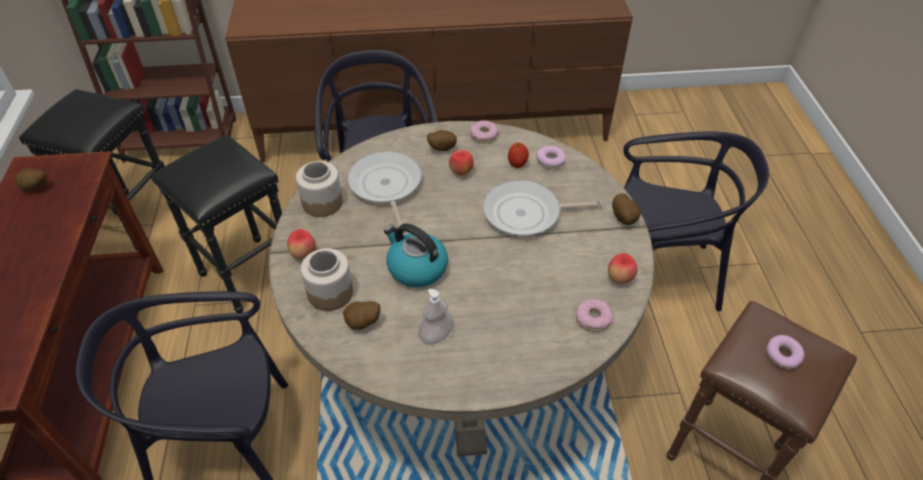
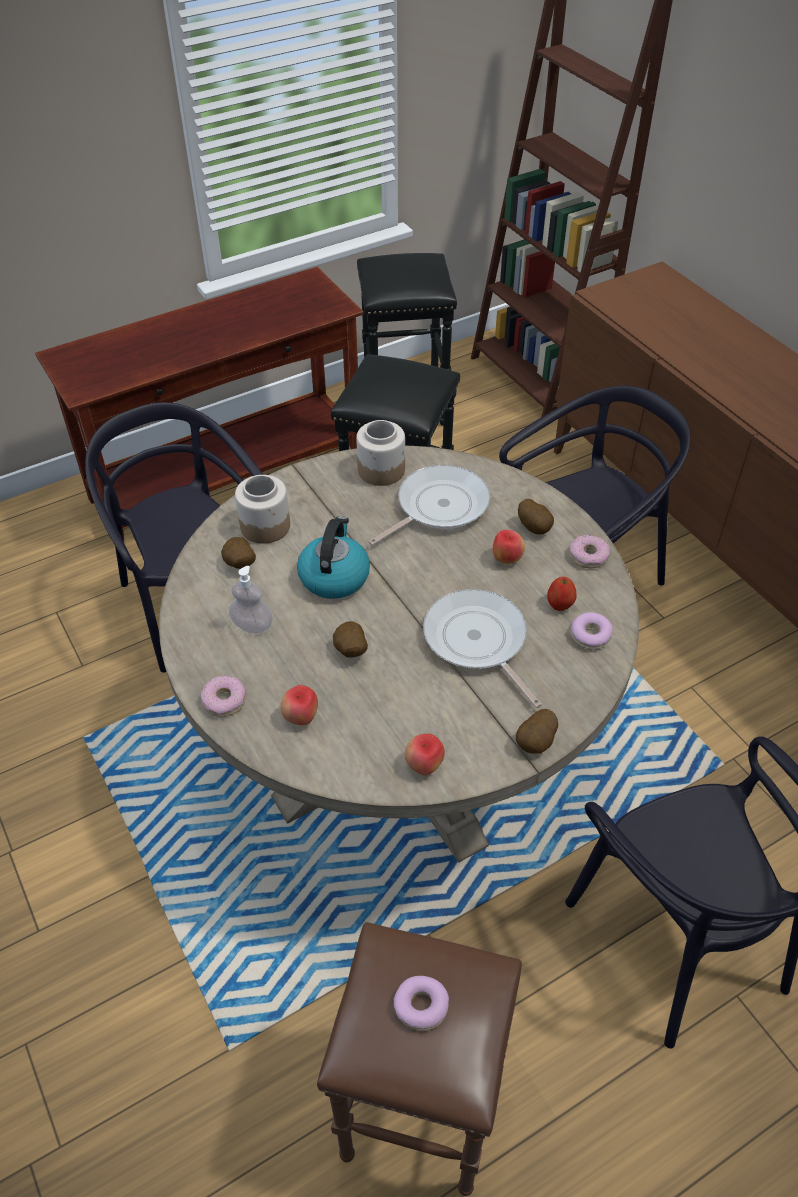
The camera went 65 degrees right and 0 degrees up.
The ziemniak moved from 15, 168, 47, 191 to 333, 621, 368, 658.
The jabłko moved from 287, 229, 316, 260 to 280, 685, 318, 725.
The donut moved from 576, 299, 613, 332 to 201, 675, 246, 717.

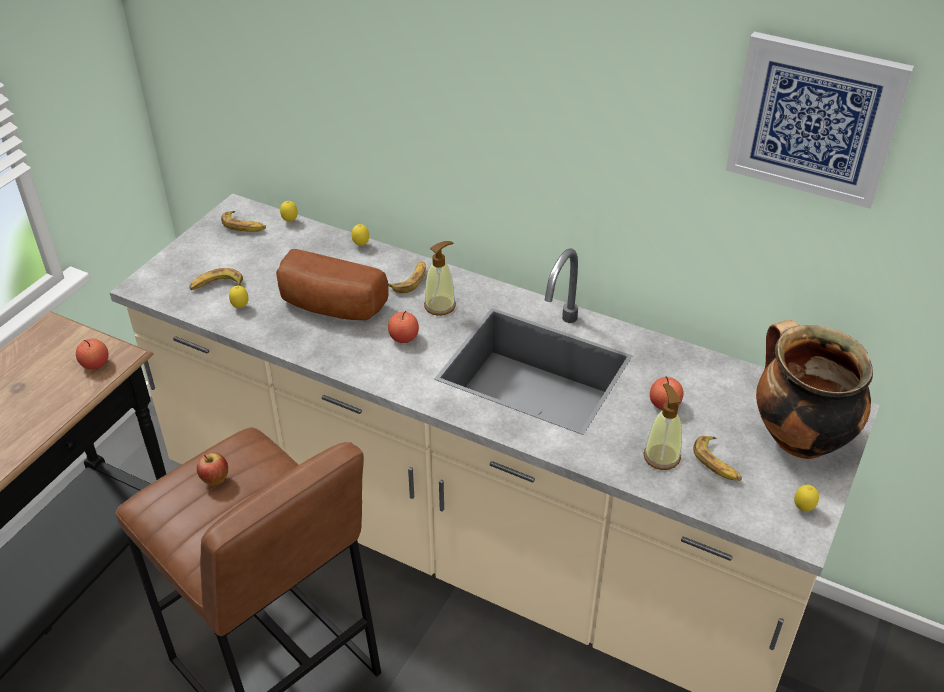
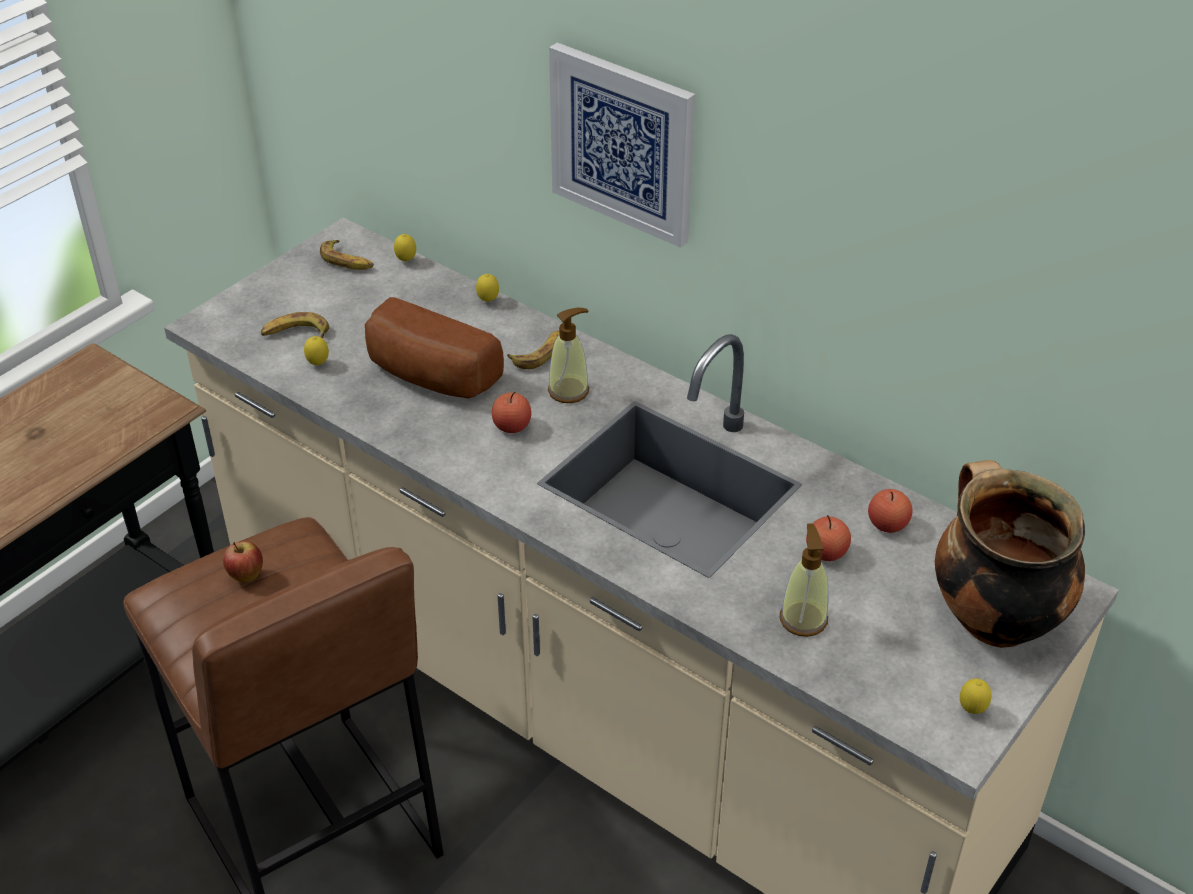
The camera went 10 degrees right and 0 degrees up.
The obraz moved from 726, 32, 914, 209 to 549, 43, 695, 248.
The jabłko moved from 76, 339, 109, 370 to 868, 489, 913, 533.
The banan at 693, 436, 742, 481 disappeared.

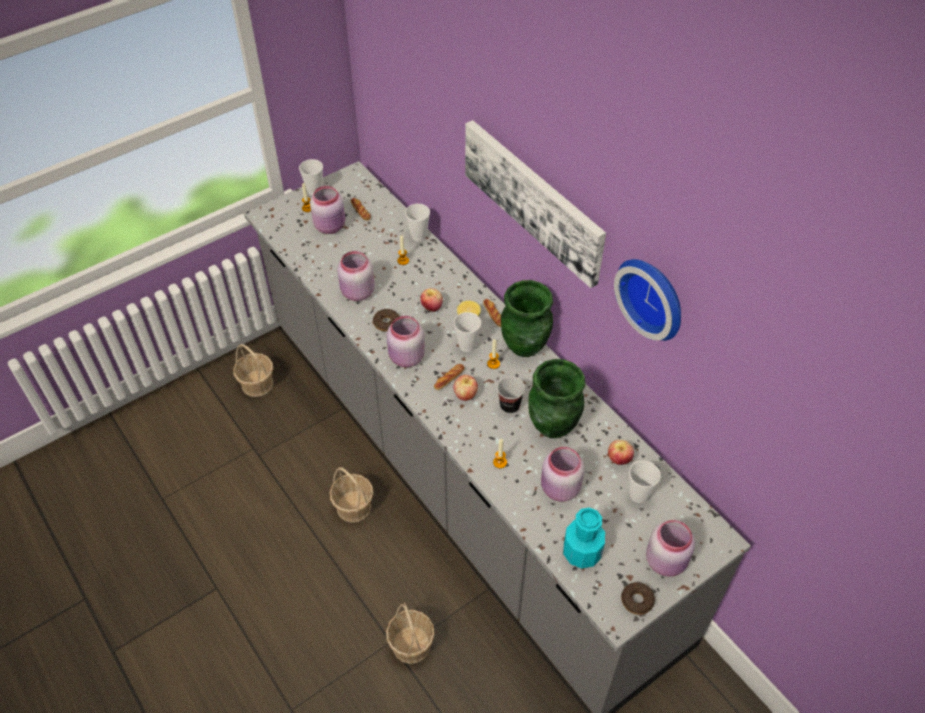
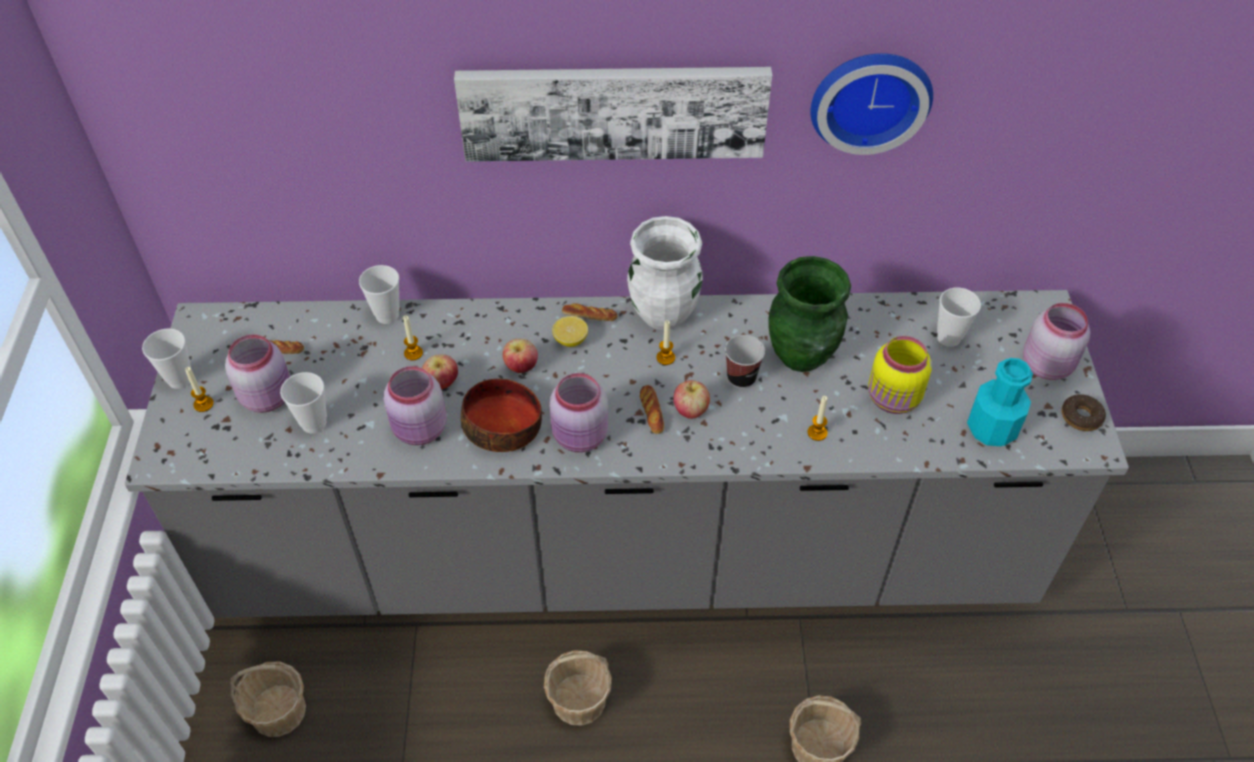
The camera went 55 degrees left and 0 degrees up.
The wazon/zielony at 501, 280, 553, 357 became the wazon/biały at 627, 216, 703, 330.
The donut at 373, 309, 399, 332 was replaced by the miska at 461, 378, 542, 452.
The filiżanka moved from 454, 312, 481, 352 to 280, 372, 327, 434.
The jabłko moved from 608, 440, 634, 465 to 422, 354, 458, 389.
The słoik/różowy at 541, 447, 585, 502 became the słoik/żółty at 868, 336, 932, 414.

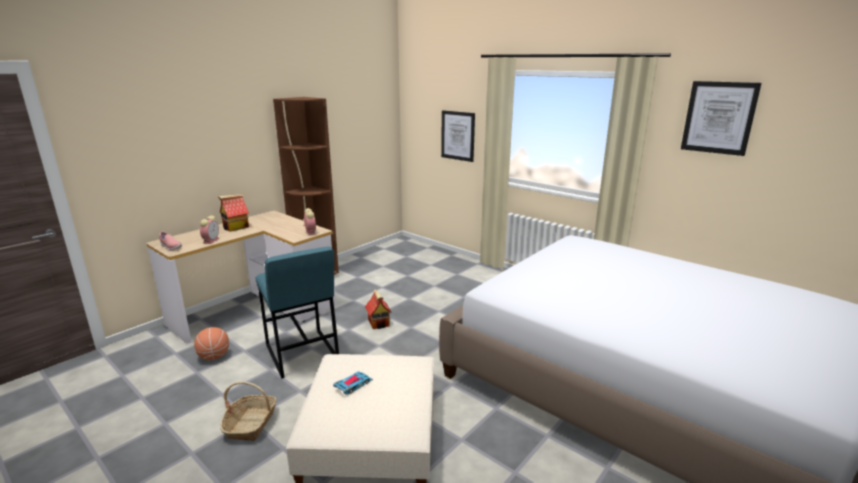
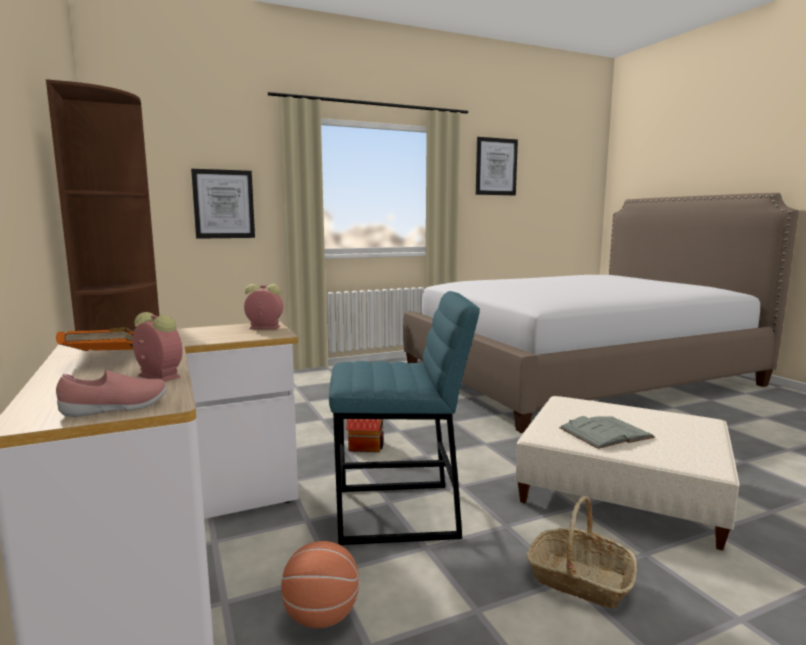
The camera went 65 degrees left and 10 degrees down.
The domek at 218, 194, 249, 232 was replaced by the książka/pomarańczowy at 56, 327, 135, 351.
The samochodzik at 333, 372, 373, 395 was replaced by the książka/szary at 559, 416, 655, 449.

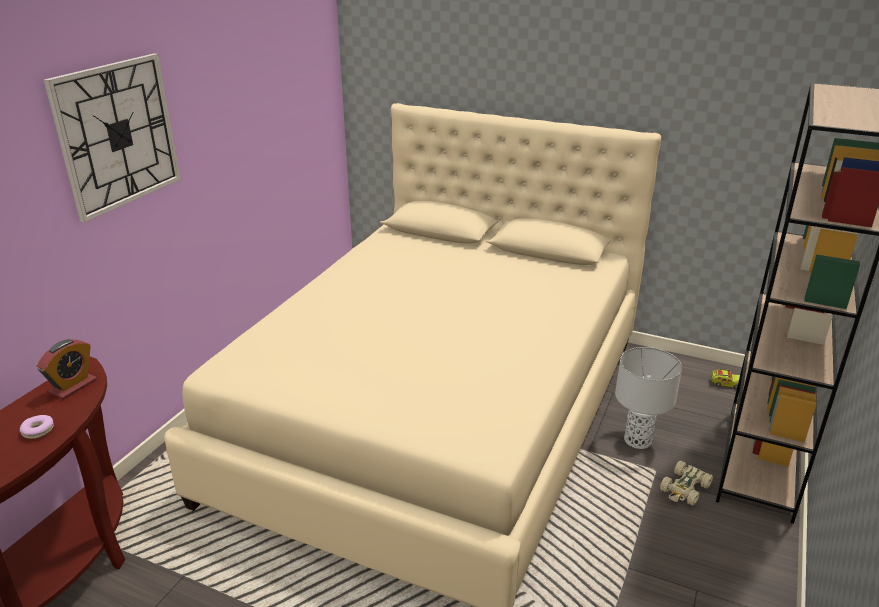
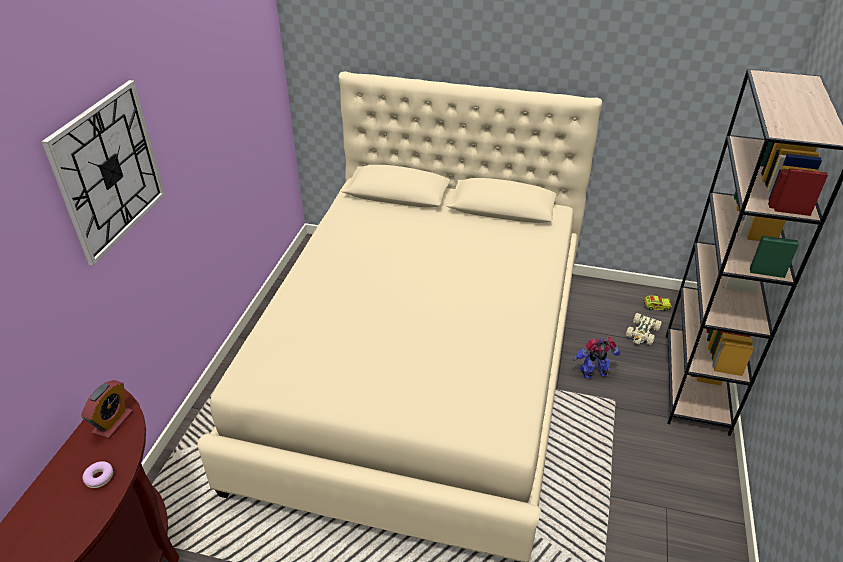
The camera went 10 degrees left and 10 degrees up.
The lampa stołowa/biały at 615, 347, 682, 449 was replaced by the robot zabawkowy at 573, 337, 620, 378.
The samochodzik/beżowy moved from 660, 461, 713, 506 to 626, 313, 662, 345.

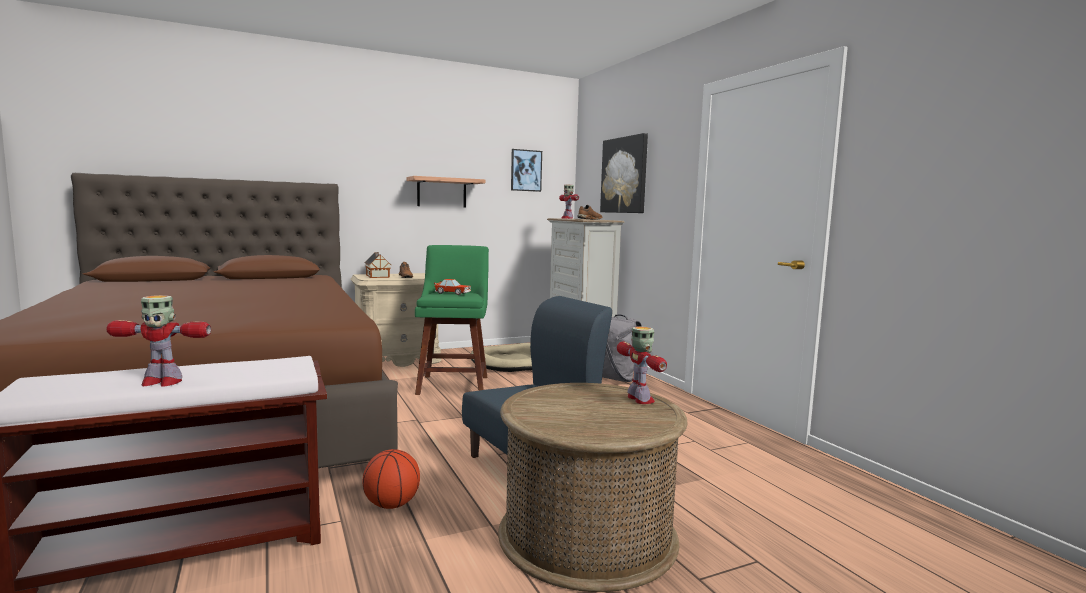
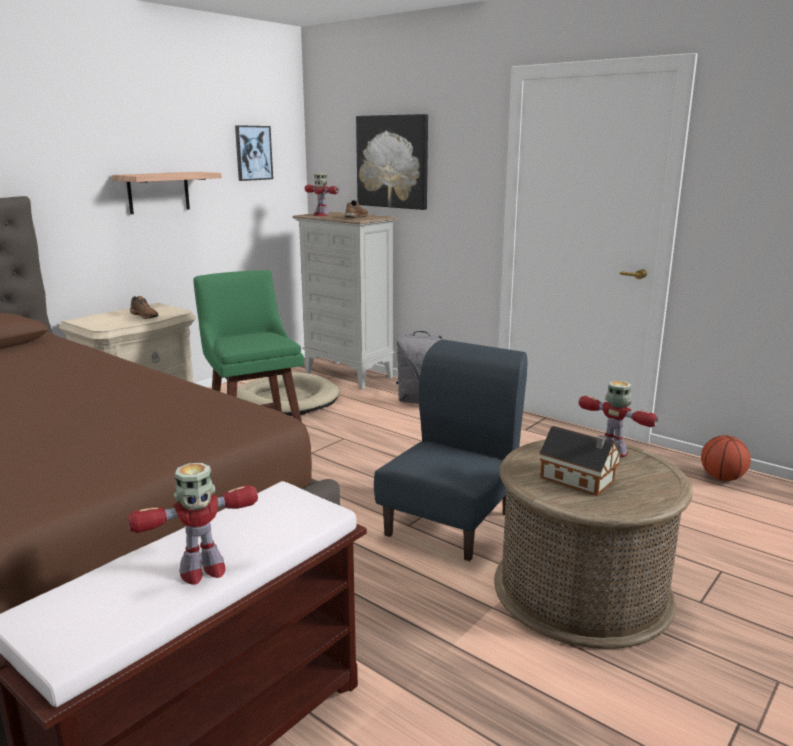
The camera went 25 degrees left and 10 degrees up.
The domek moved from 364, 252, 391, 278 to 539, 426, 621, 496.
The samochodzik at 434, 279, 471, 295 disappeared.
The piłka do koszykówki moved from 363, 449, 420, 509 to 701, 435, 751, 481.

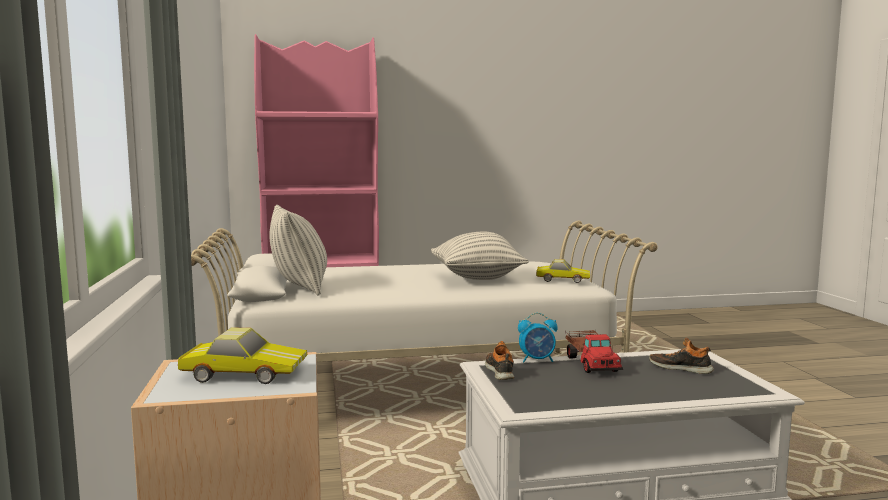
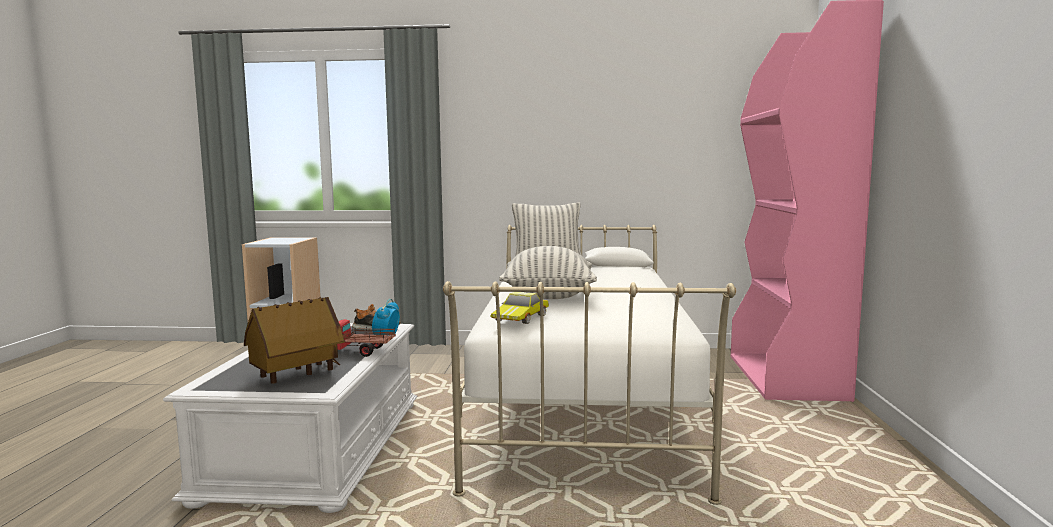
The camera went 105 degrees right and 0 degrees up.
The samochodzik at 178, 327, 307, 384 disappeared.
The but at 649, 338, 714, 374 was replaced by the domek at 244, 297, 344, 384.

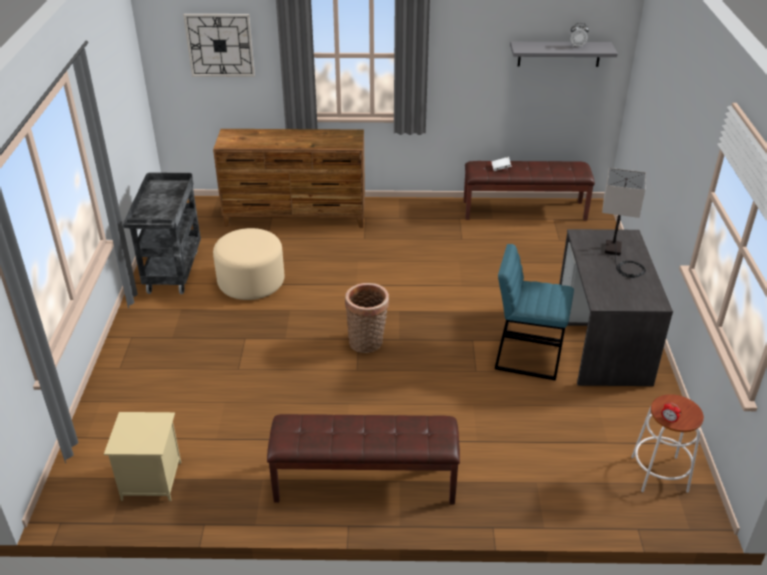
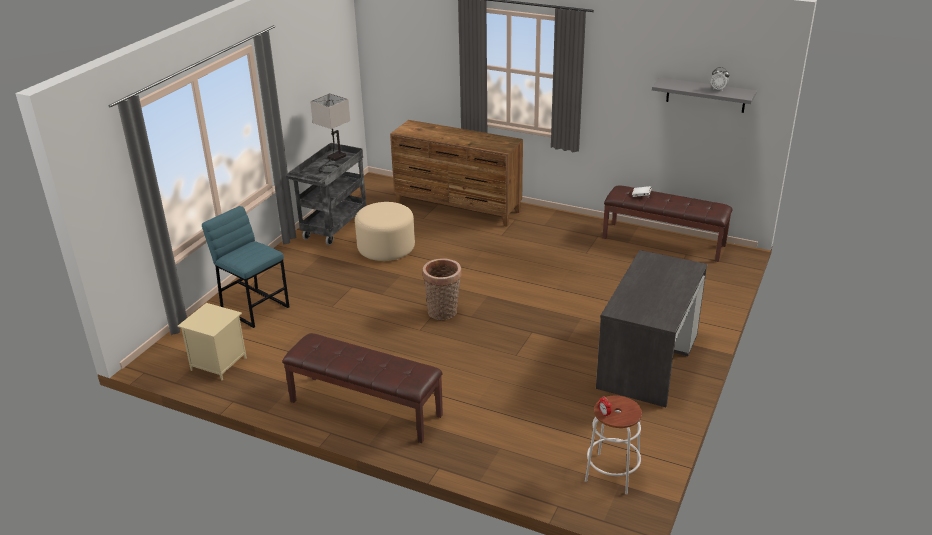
The camera went 25 degrees right and 5 degrees down.
The zegar ścienny at 183, 14, 255, 77 disappeared.
The lampa stołowa moved from 602, 168, 646, 279 to 310, 93, 350, 173.
The stołek/niebieski moved from 495, 244, 574, 381 to 202, 206, 289, 328.

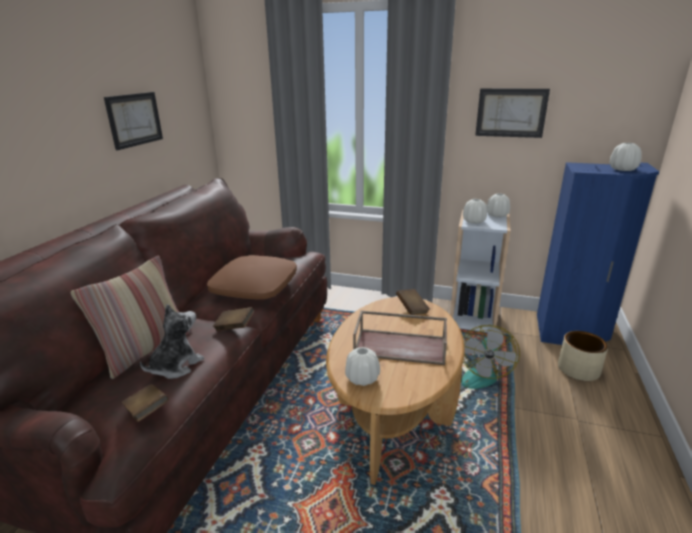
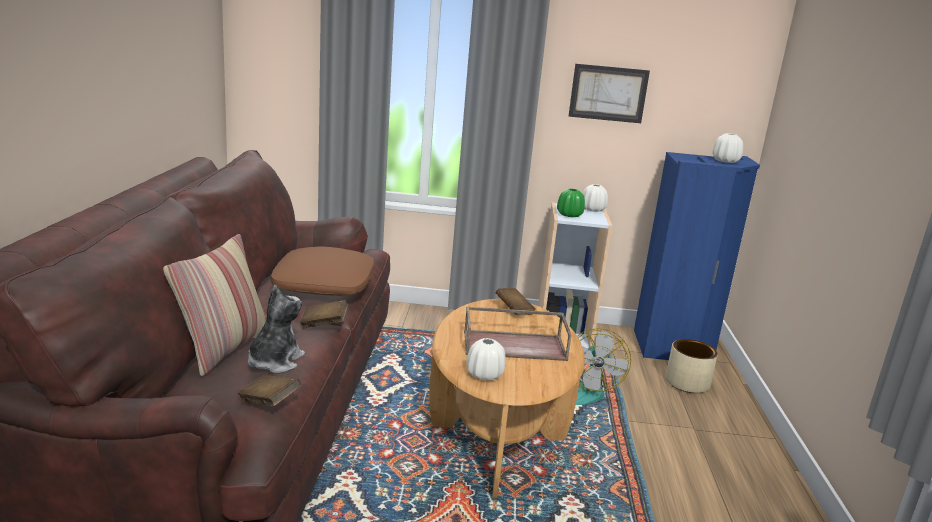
The camera went 15 degrees left and 5 degrees down.
The obraz at 104, 92, 163, 150 disappeared.
The wazon/biały at 463, 199, 487, 224 became the wazon/zielony at 557, 189, 585, 217.

